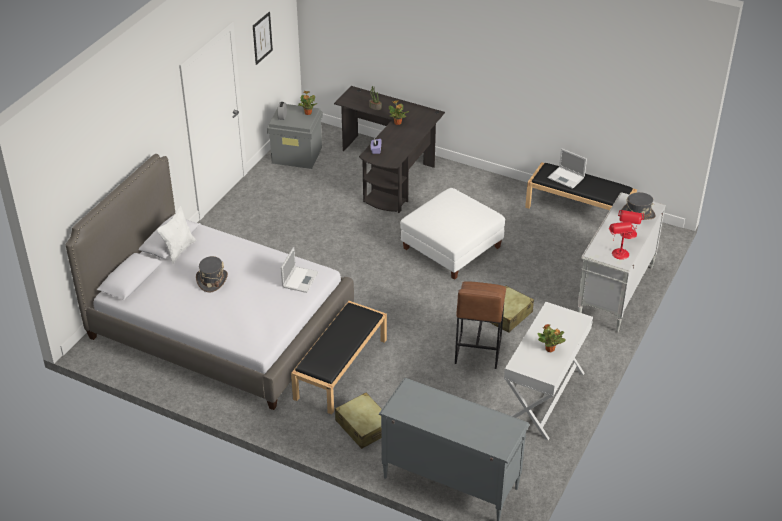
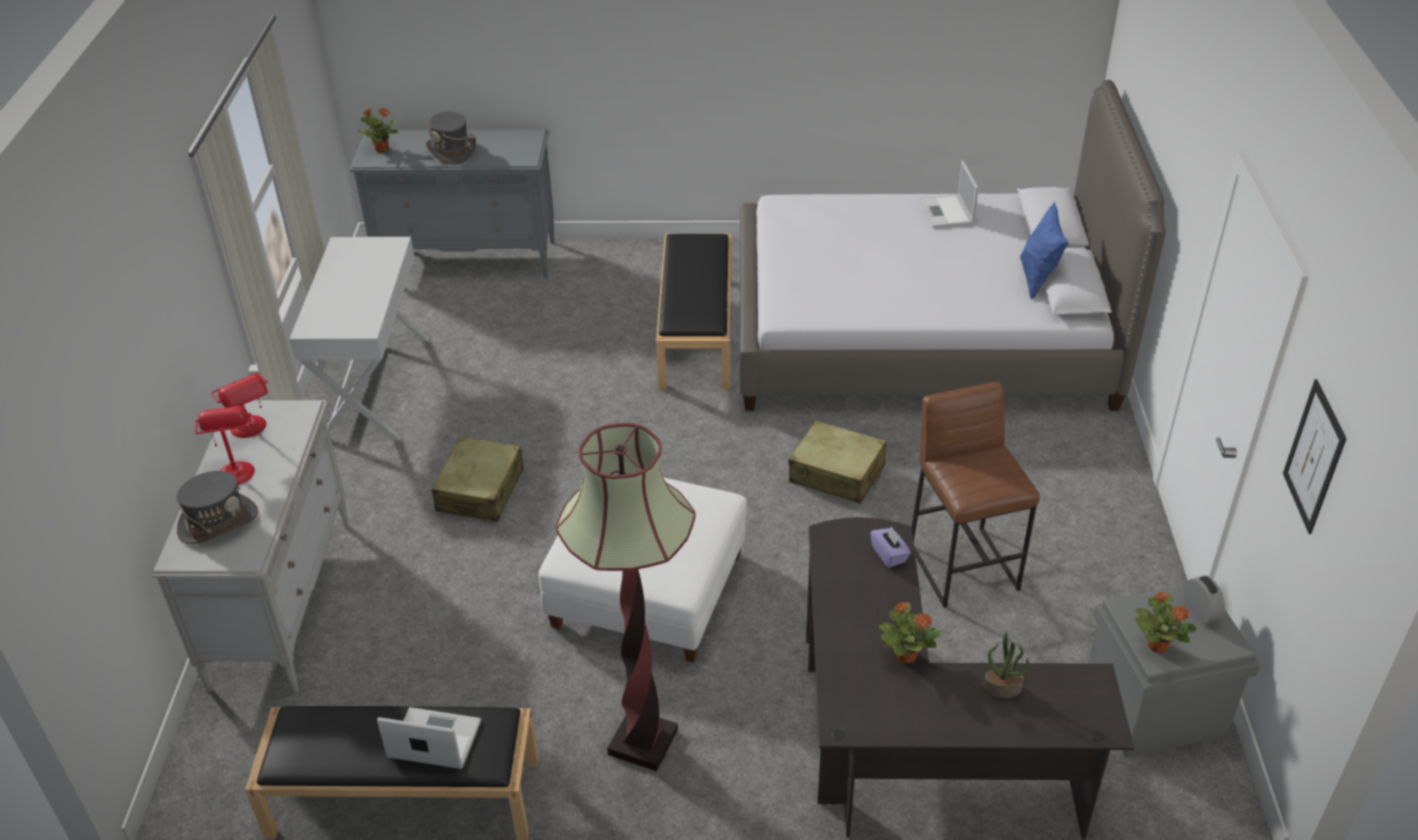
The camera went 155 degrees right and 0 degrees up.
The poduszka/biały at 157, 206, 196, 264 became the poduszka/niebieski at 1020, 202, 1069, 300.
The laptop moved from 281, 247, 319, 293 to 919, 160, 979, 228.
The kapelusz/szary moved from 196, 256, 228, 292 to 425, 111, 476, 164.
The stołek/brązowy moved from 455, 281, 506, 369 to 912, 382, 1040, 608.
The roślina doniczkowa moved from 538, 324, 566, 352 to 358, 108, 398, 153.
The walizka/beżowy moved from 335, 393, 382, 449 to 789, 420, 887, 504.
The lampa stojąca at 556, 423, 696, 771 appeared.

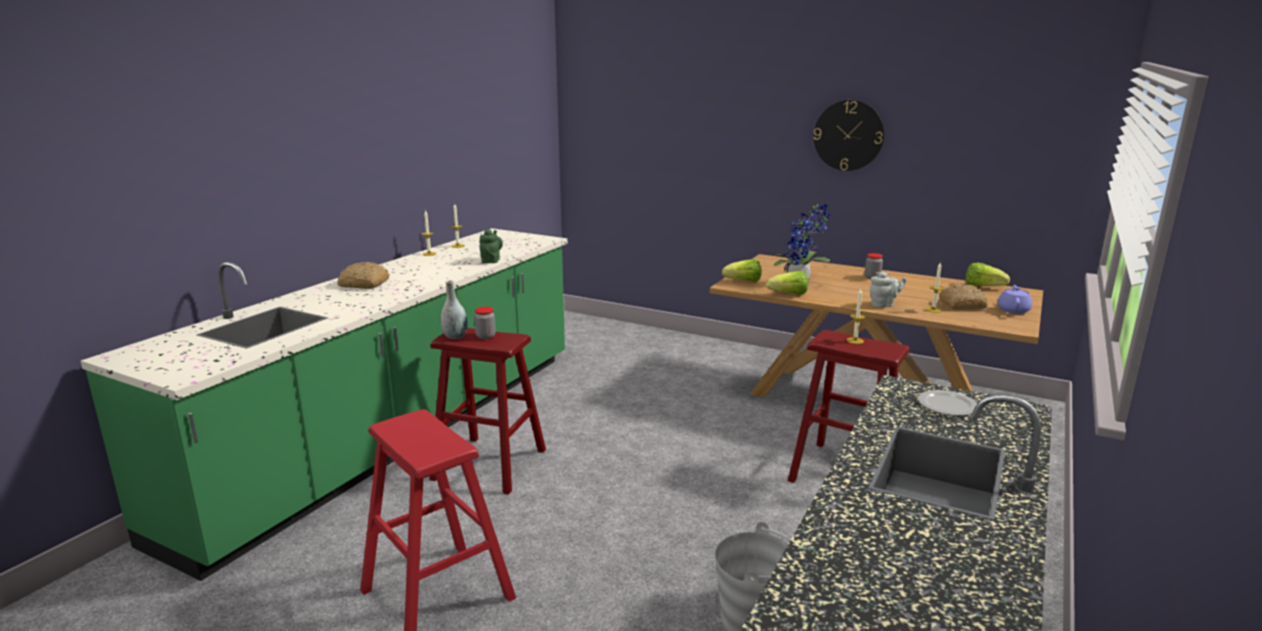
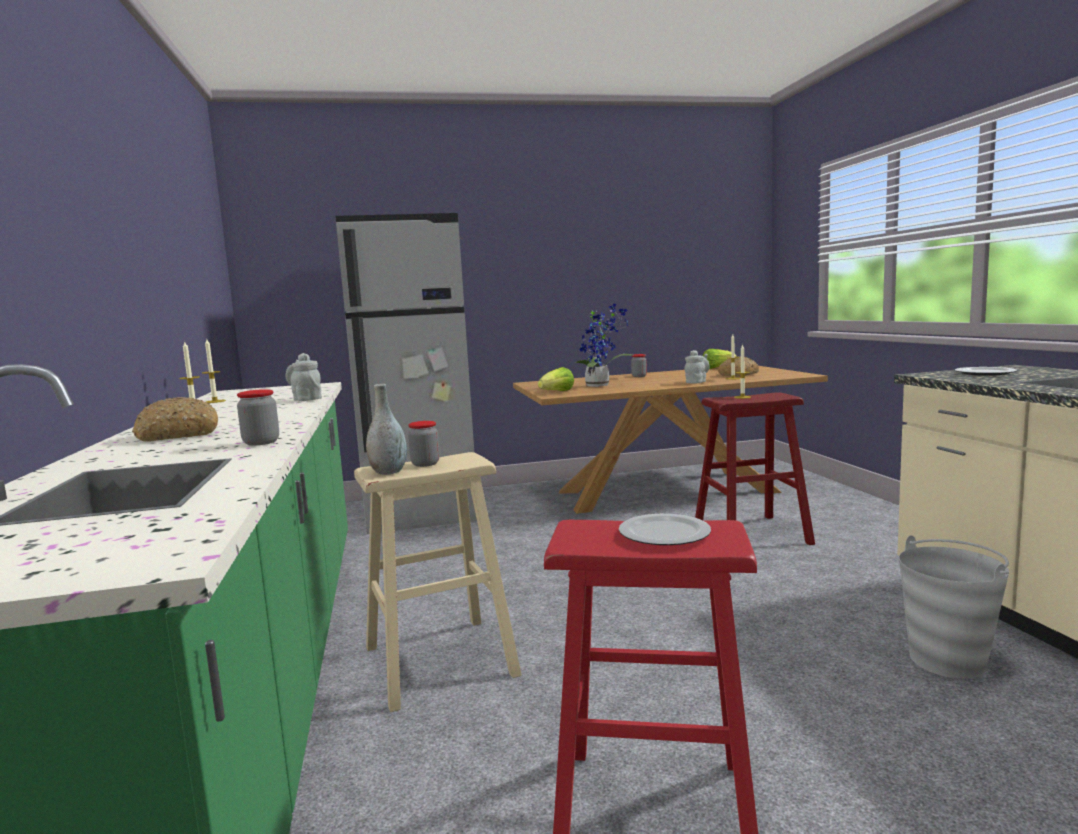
The camera went 40 degrees left and 10 degrees down.
The zegar ścienny at 813, 100, 884, 171 disappeared.
The imbryk/zielony at 479, 229, 503, 263 became the imbryk/szary at 286, 353, 322, 402.
The sałata at 766, 271, 808, 295 disappeared.
The imbryk/fioletowy at 998, 285, 1032, 314 disappeared.
The stołek/czerwony at 429, 328, 546, 495 became the stołek/beżowy at 354, 452, 522, 712.
The lodówka/szary at 335, 213, 477, 534 appeared.
The słoik at 237, 389, 279, 446 appeared.
The talerz at 619, 514, 711, 545 appeared.

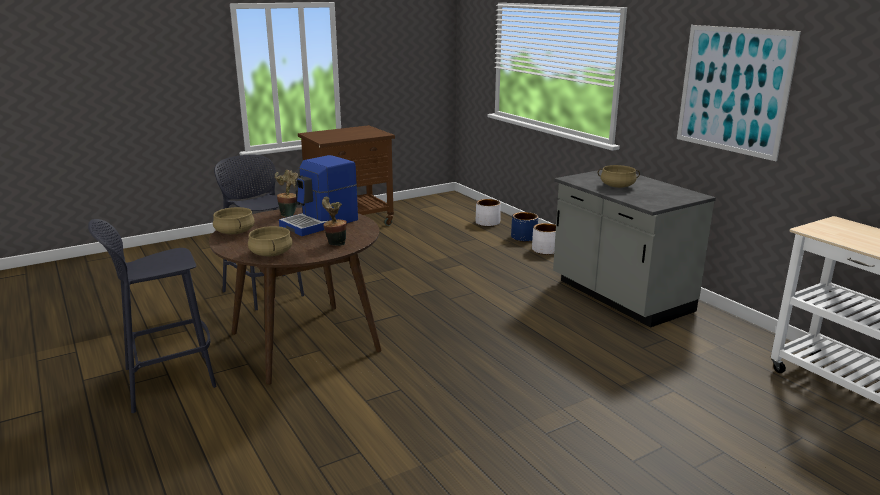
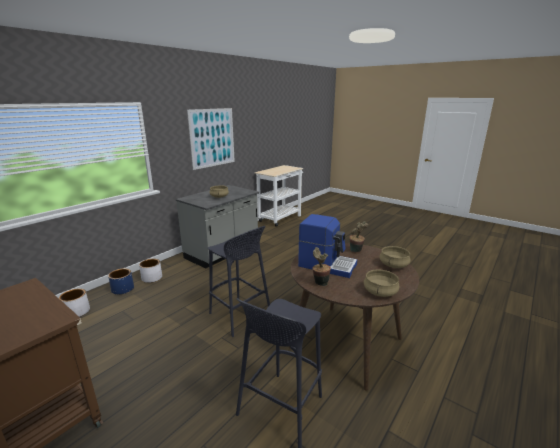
The camera went 110 degrees left and 0 degrees up.
The stołek/szary moved from 88, 219, 217, 413 to 208, 226, 270, 337.

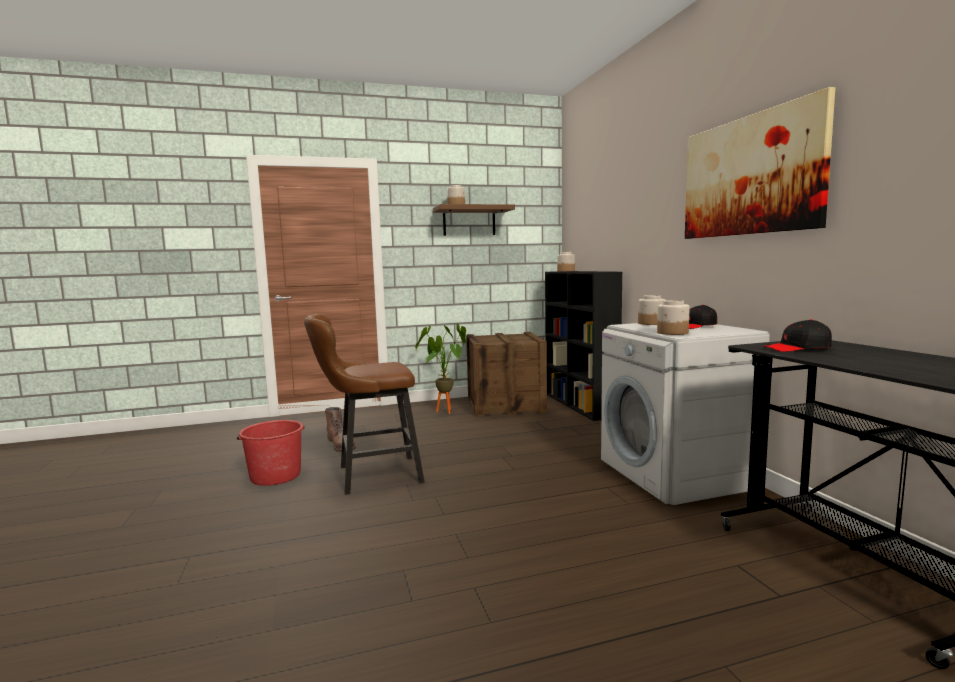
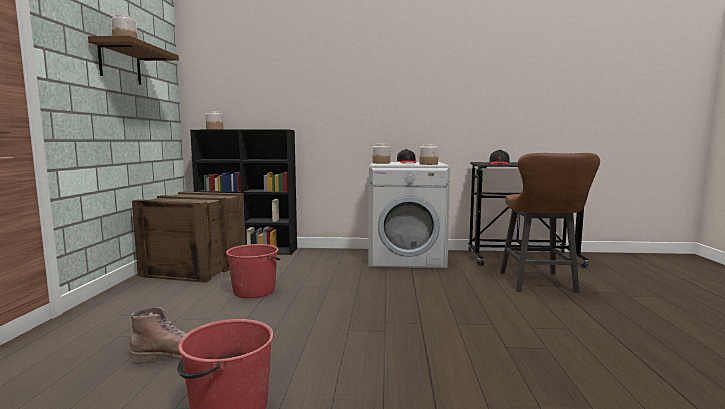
The camera went 70 degrees left and 0 degrees up.
The obraz at 685, 87, 836, 239 disappeared.
The stołek/brązowy moved from 304, 314, 425, 495 to 500, 153, 600, 293.
The roślina doniczkowa at 415, 324, 466, 414 disappeared.
The wiadro/czerwony at 226, 244, 280, 298 appeared.

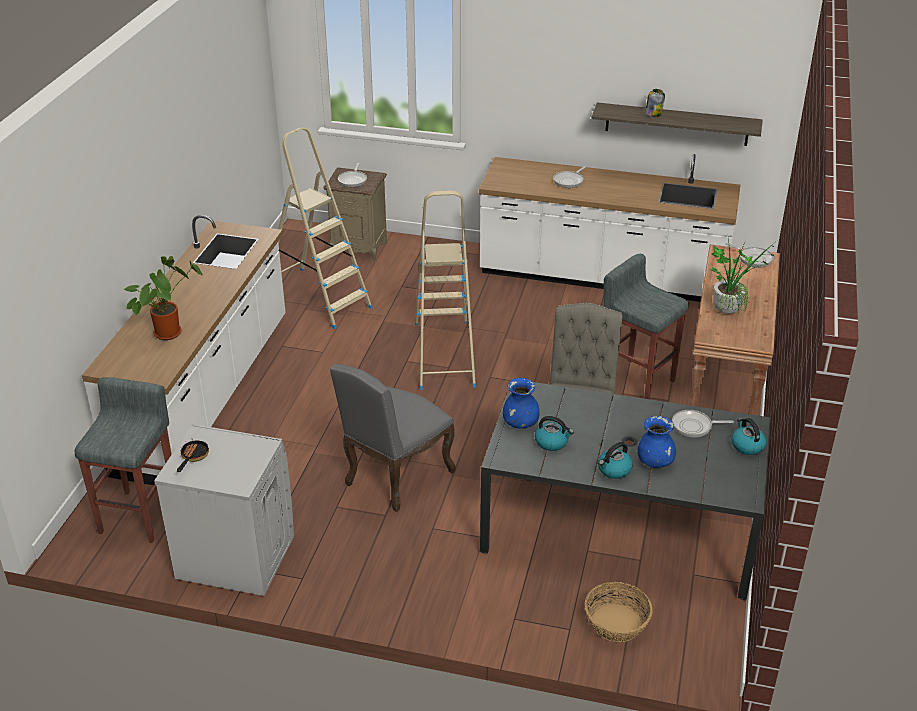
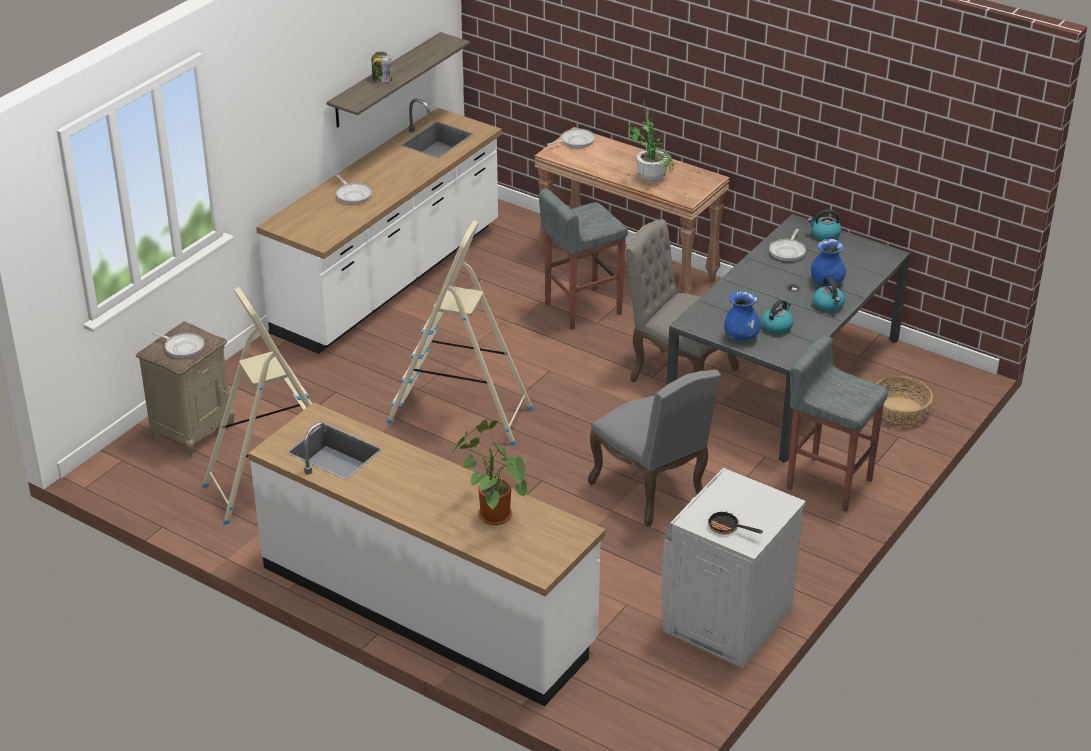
The camera went 70 degrees left and 0 degrees up.
The stołek/szary moved from 75, 377, 172, 543 to 786, 335, 888, 512.

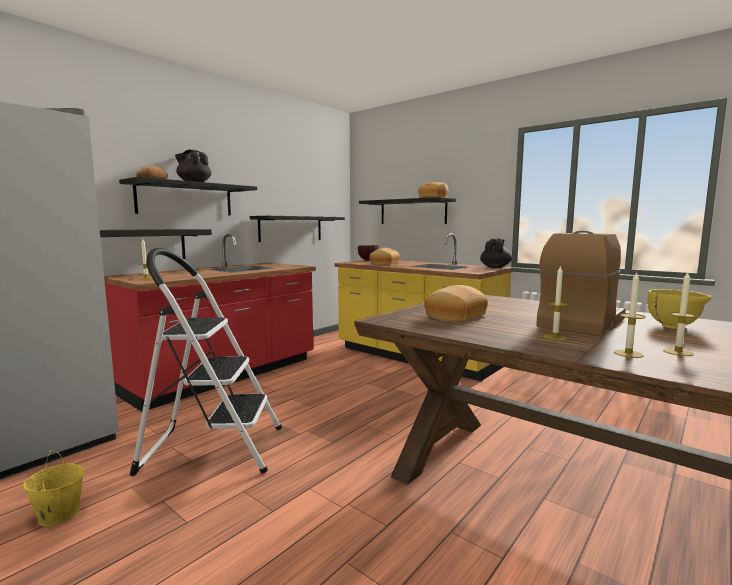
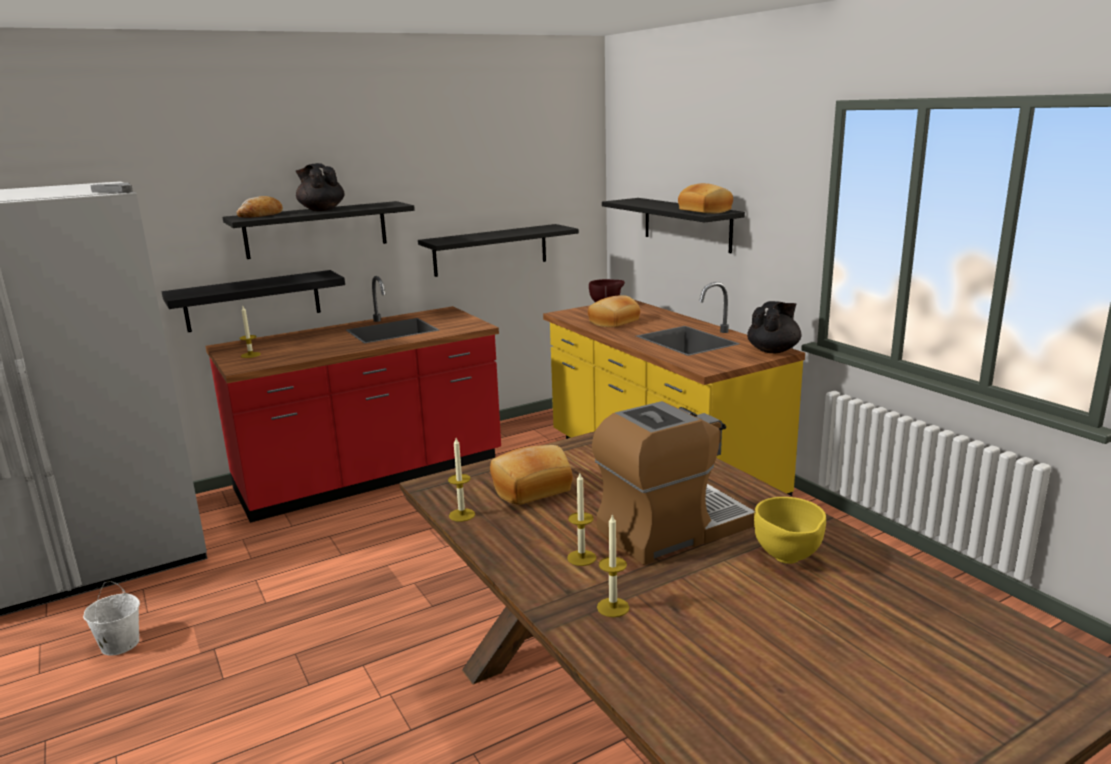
The camera went 20 degrees right and 10 degrees up.
The drabinka at 130, 248, 282, 476 disappeared.
The świeca moved from 663, 272, 696, 356 to 448, 438, 475, 522.
The wiadro/żółty at 23, 450, 84, 526 became the wiadro/biały at 83, 581, 140, 656.

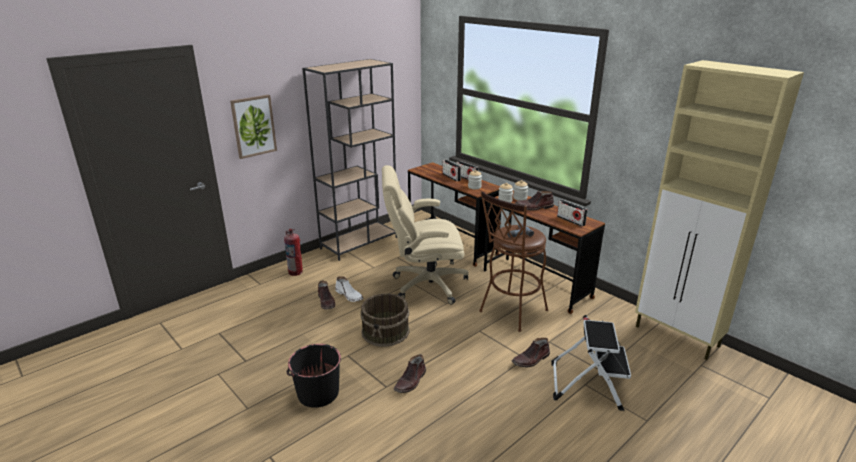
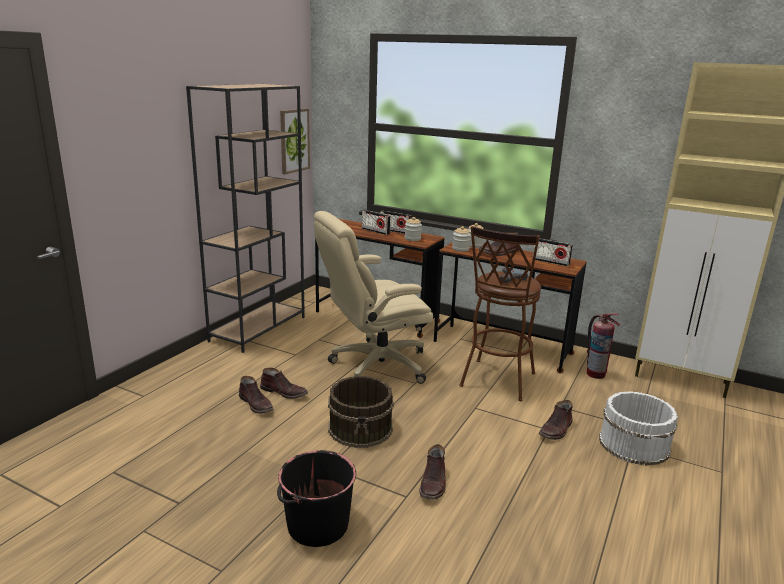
The camera went 20 degrees left and 5 degrees down.
The obraz moved from 230, 95, 277, 159 to 280, 108, 310, 174.
The gaśnica moved from 284, 229, 303, 276 to 587, 313, 620, 379.
The but z cholewką/biały at 335, 276, 363, 302 became the but z cholewką/brązowy at 260, 367, 308, 399.
The drabinka at 551, 315, 631, 411 was replaced by the wiadro/biały at 599, 391, 678, 466.

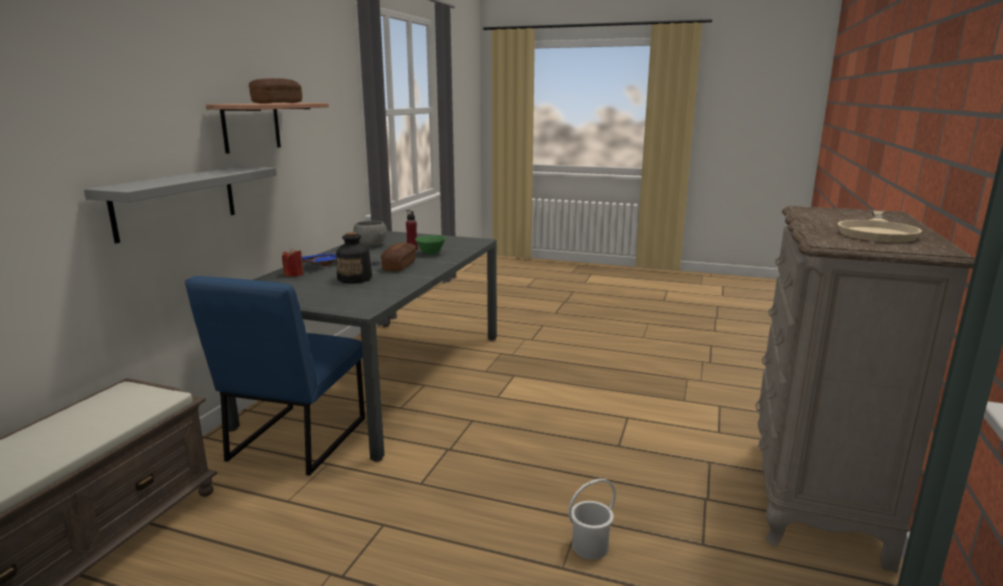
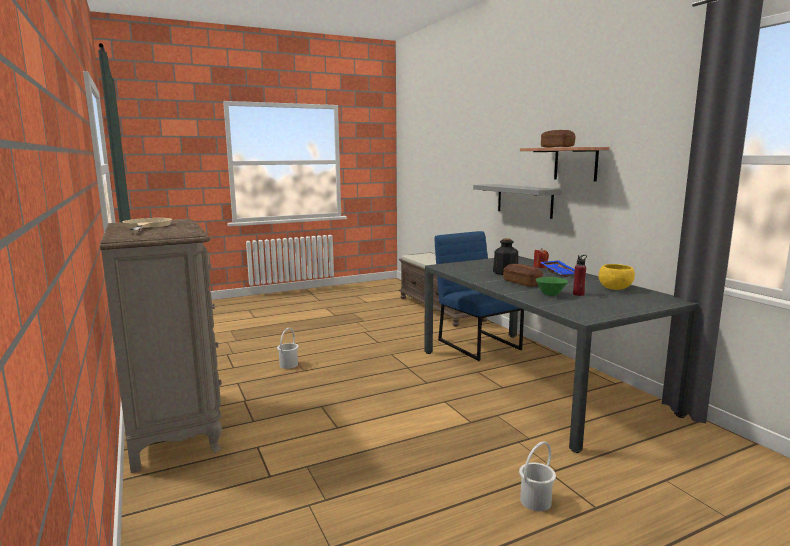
The camera went 135 degrees right and 5 degrees down.
The miska/szary at 353, 221, 387, 246 became the miska/żółty at 598, 264, 635, 290.
The wiadro/biały at 519, 441, 556, 511 appeared.

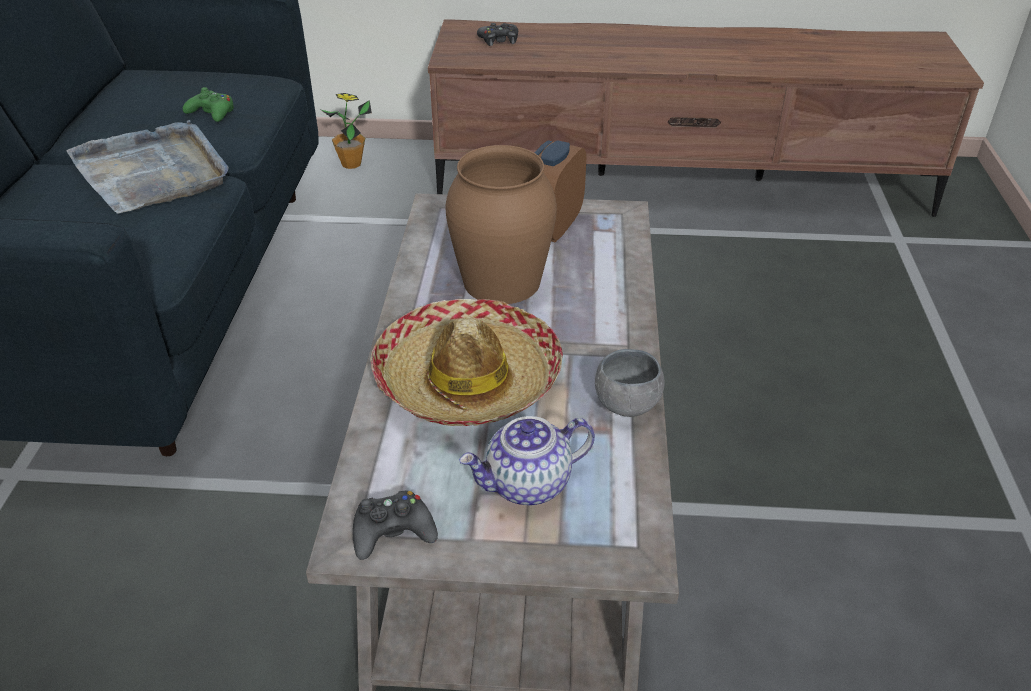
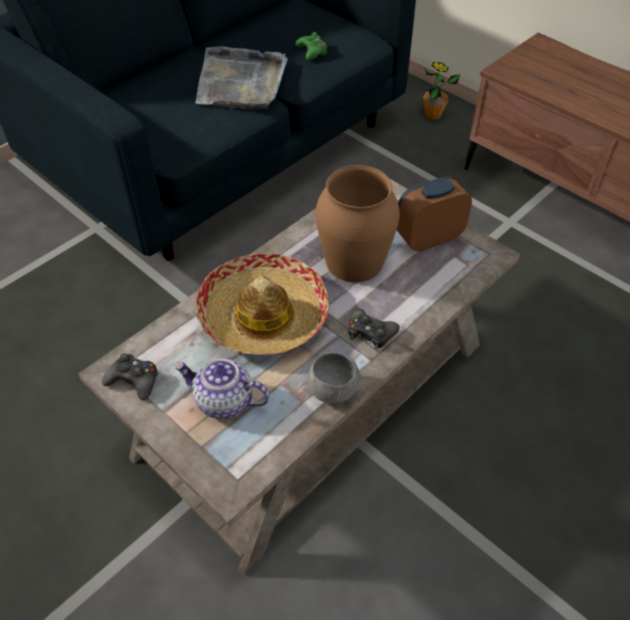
The camera went 40 degrees right and 10 degrees up.
The pad do gier/czarny moved from 477, 23, 518, 46 to 348, 308, 400, 350.

